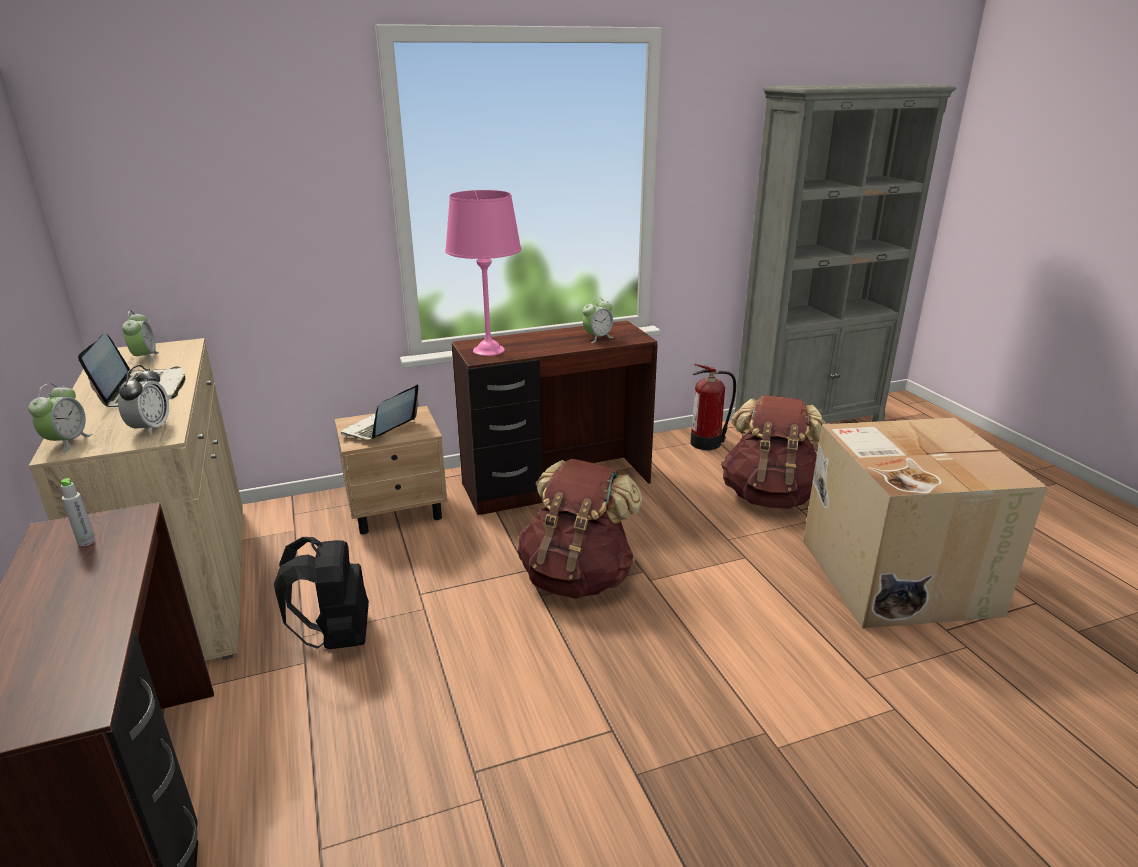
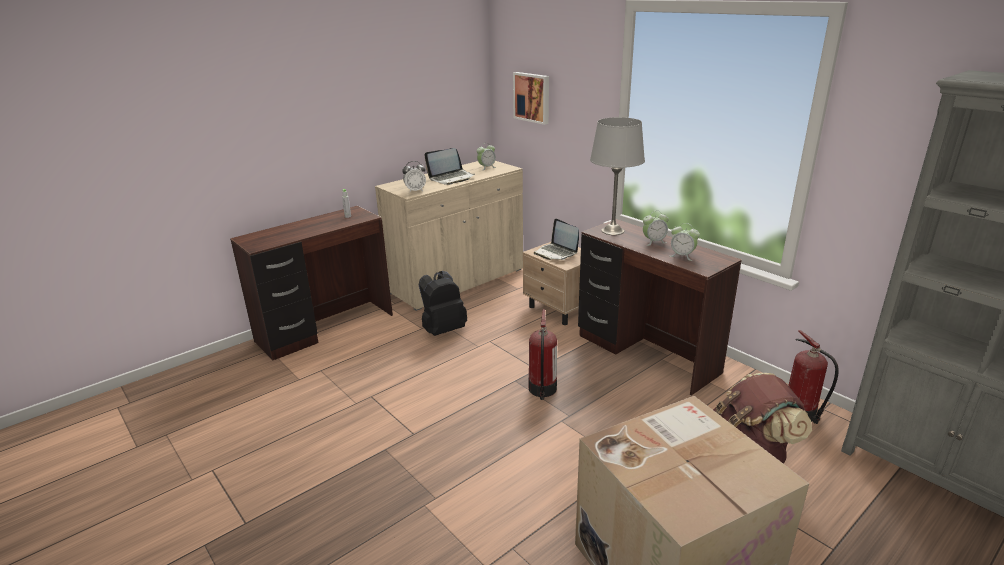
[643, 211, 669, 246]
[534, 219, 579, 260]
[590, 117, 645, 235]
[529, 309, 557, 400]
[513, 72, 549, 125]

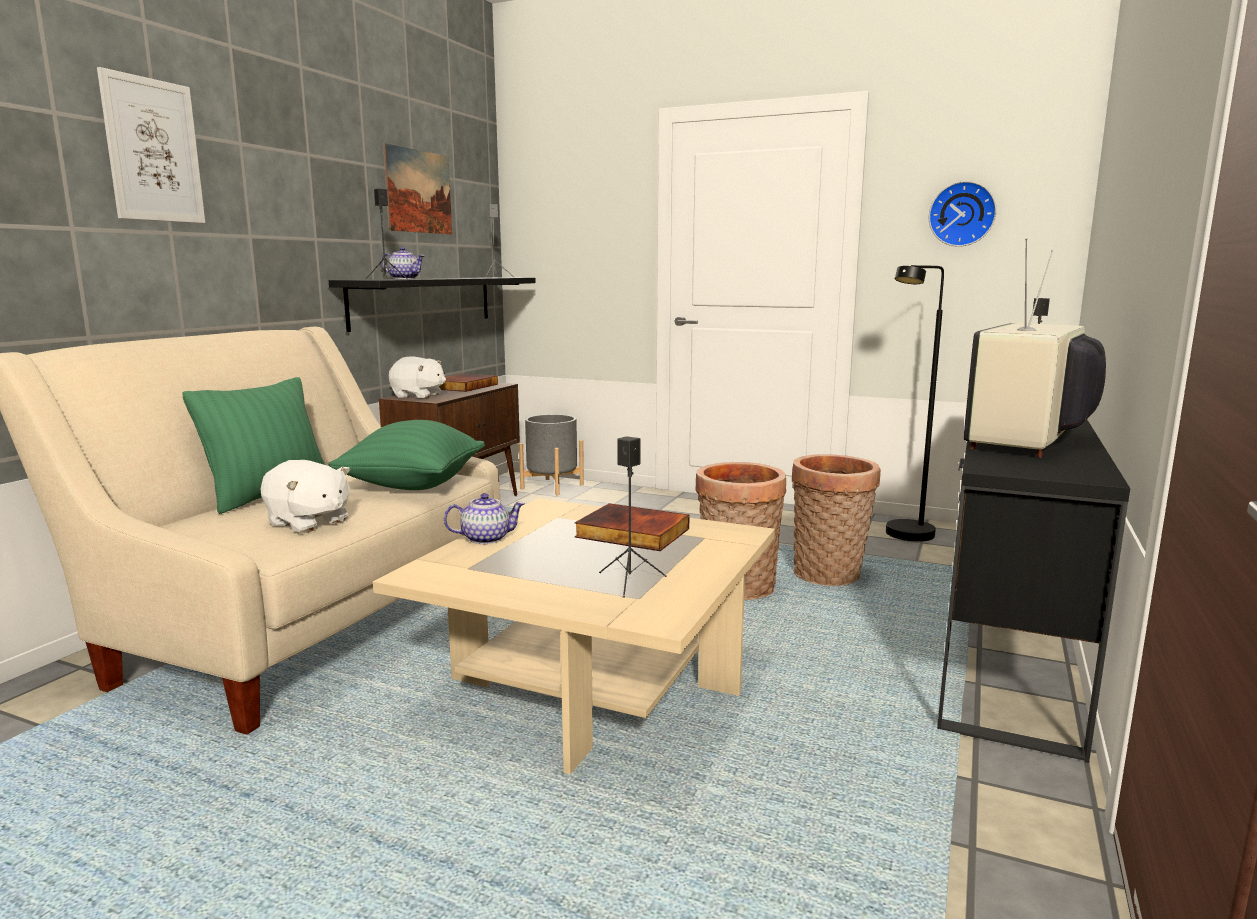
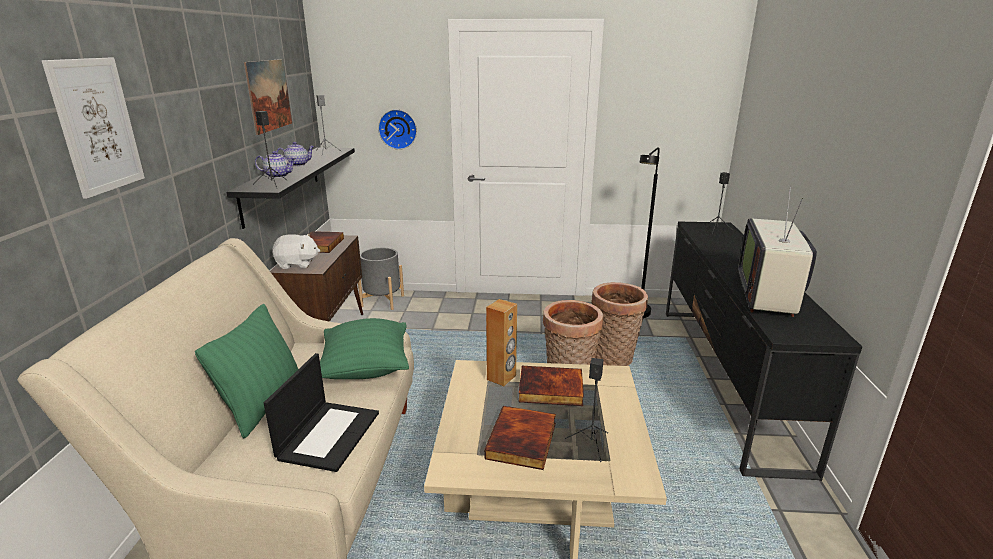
[264, 353, 379, 472]
[276, 142, 315, 166]
[378, 109, 417, 150]
[484, 406, 556, 470]
[486, 299, 517, 386]

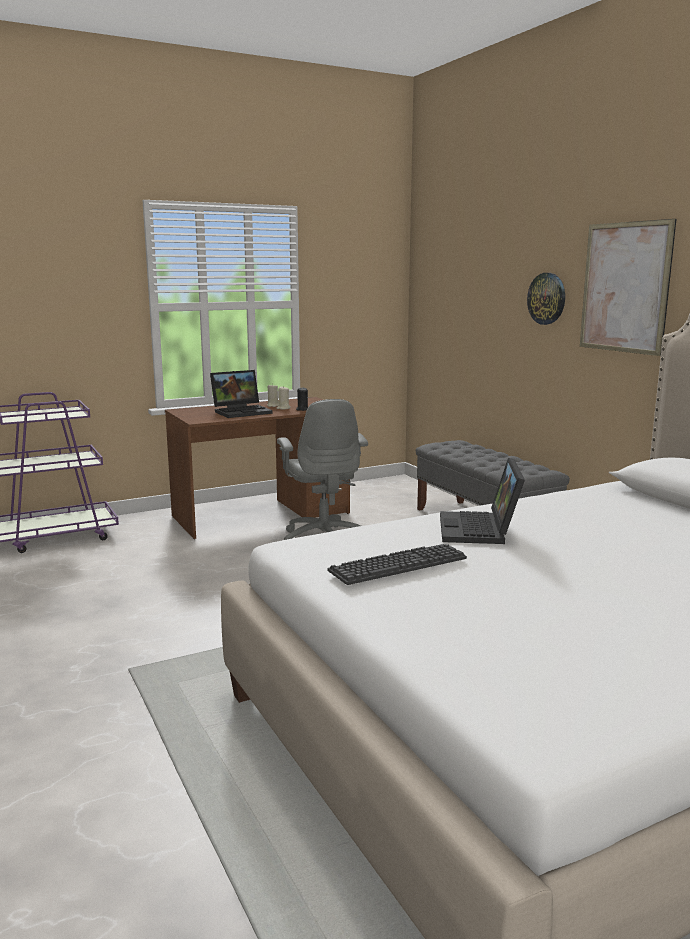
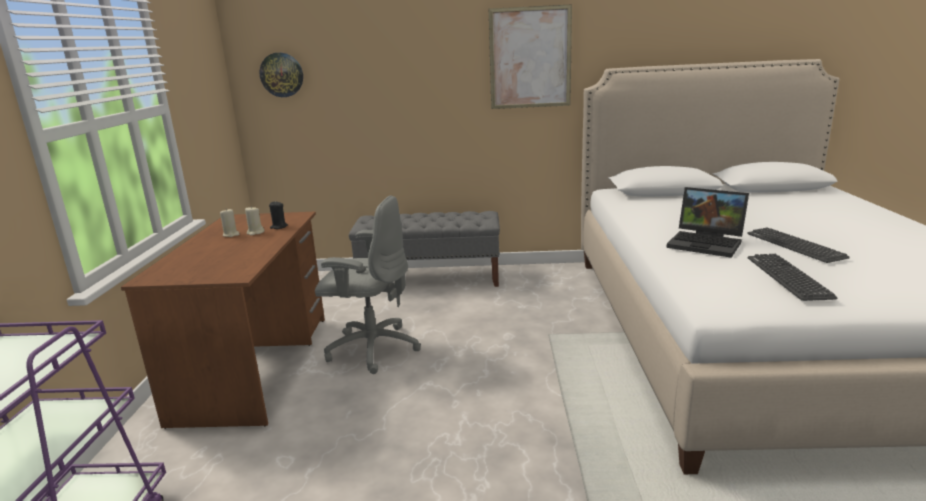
[210, 370, 273, 418] (first image)
[259, 53, 303, 97]
[747, 228, 850, 263]

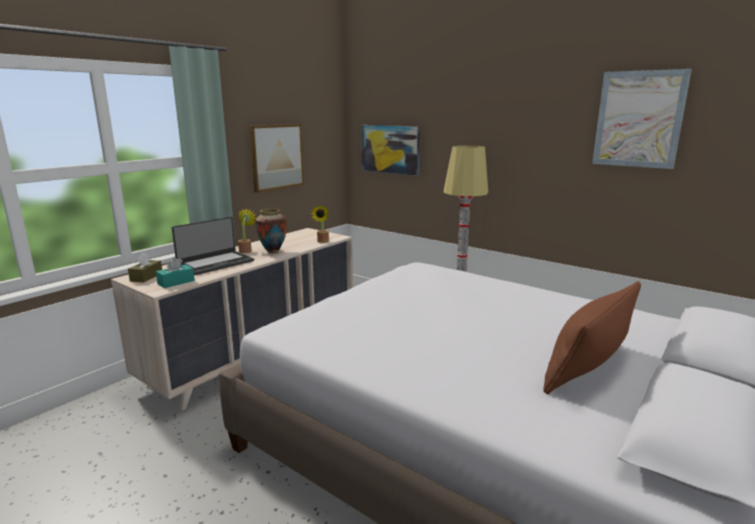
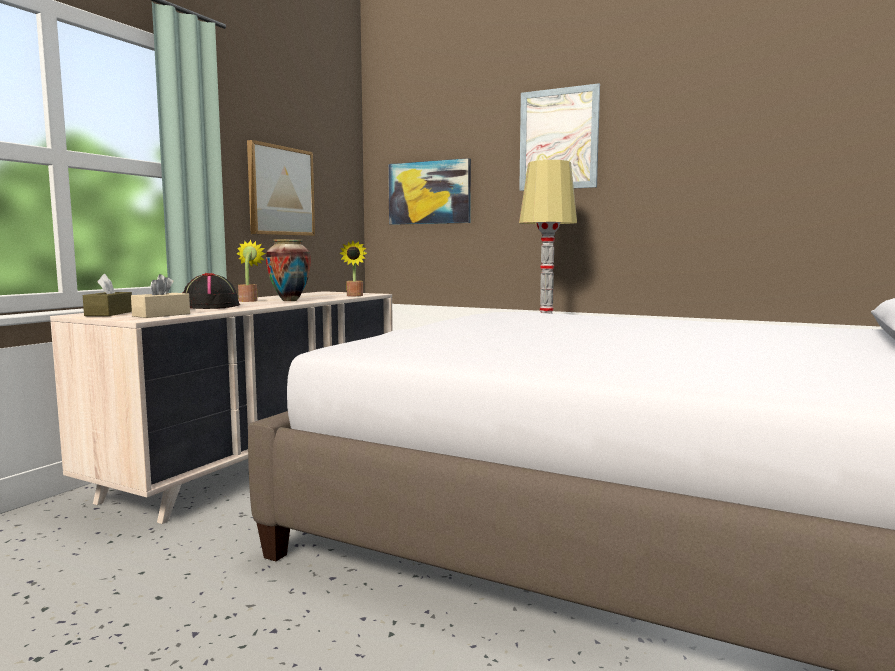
[131, 274, 190, 318]
[182, 273, 240, 309]
[543, 281, 641, 394] (first image)
[519, 83, 600, 191]

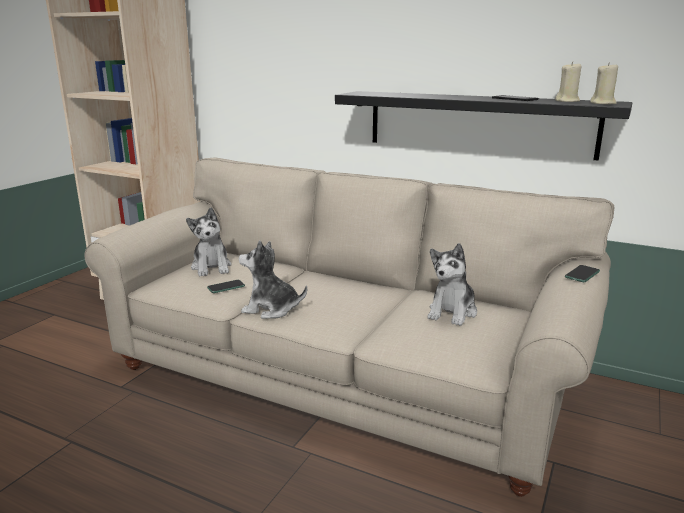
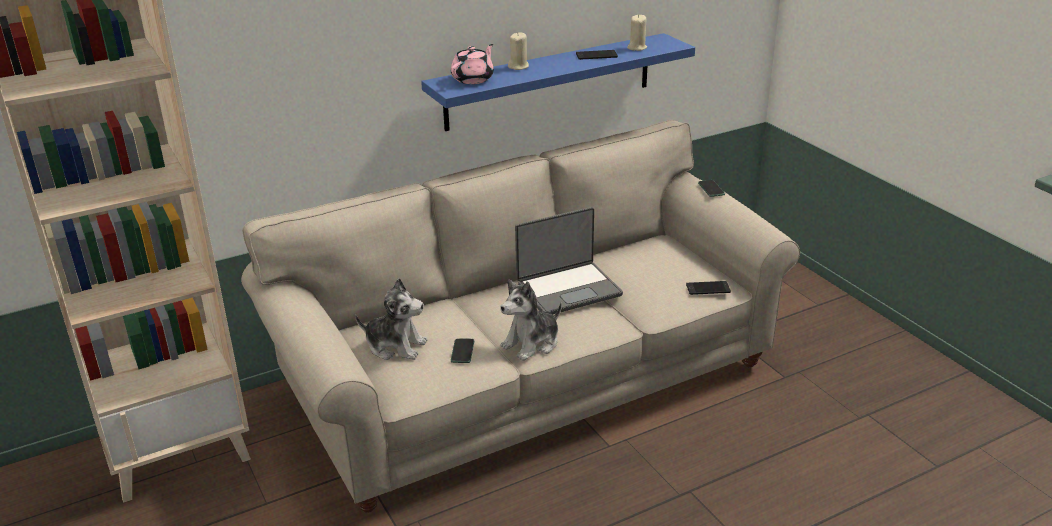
[421, 33, 695, 131]
[427, 243, 477, 326] (first image)
[508, 32, 529, 70]
[451, 44, 494, 84]
[515, 207, 623, 315]
[686, 281, 731, 295]

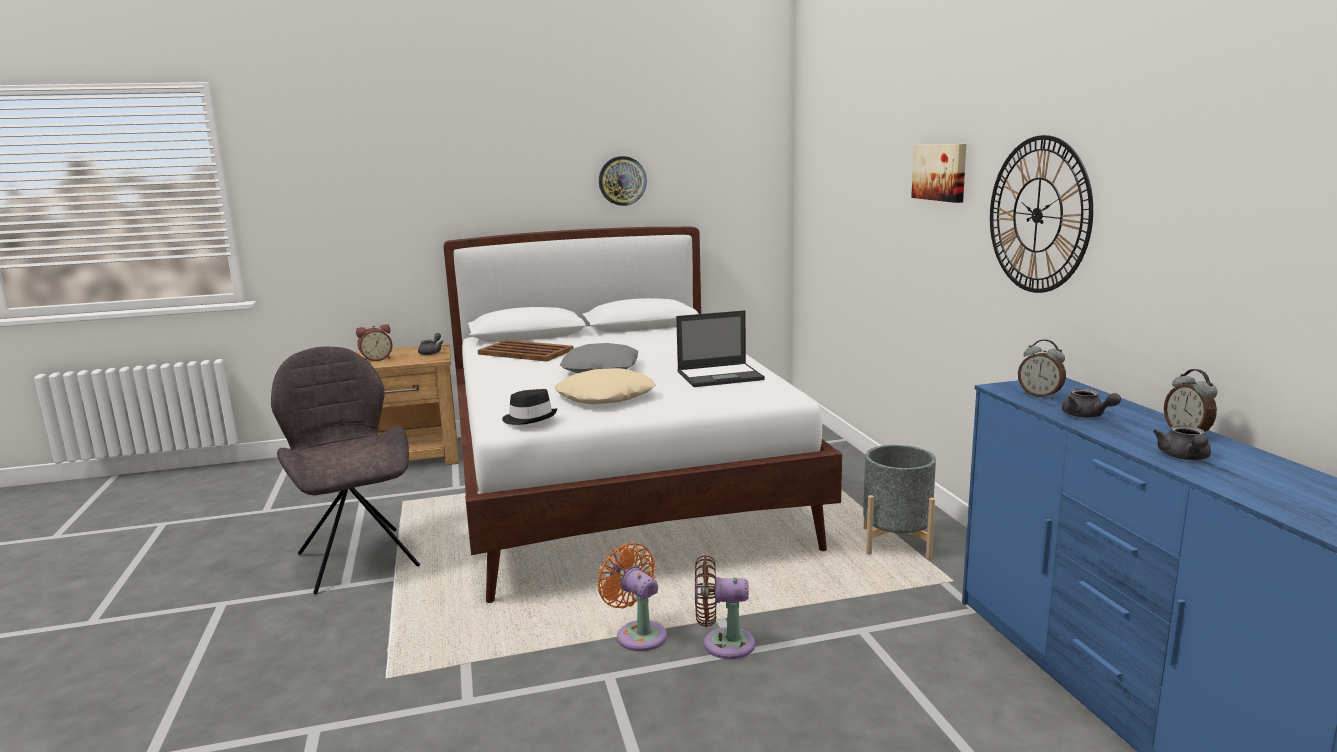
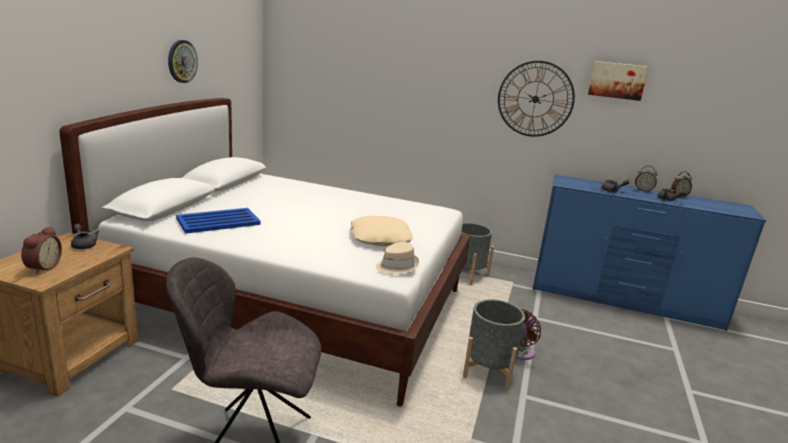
[176, 208, 261, 234]
[376, 242, 419, 274]
[560, 343, 638, 373] (first image)
[463, 299, 525, 390]
[676, 310, 765, 387] (first image)
[588, 61, 649, 101]
[671, 171, 692, 198]

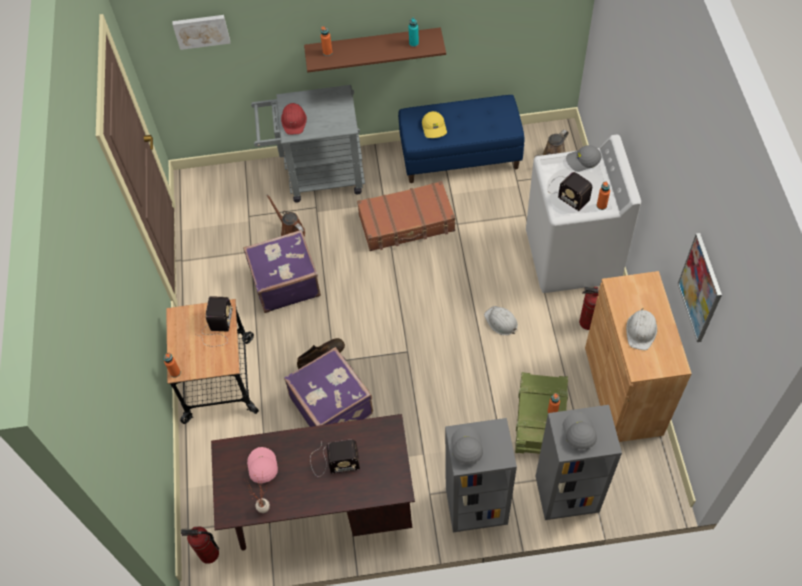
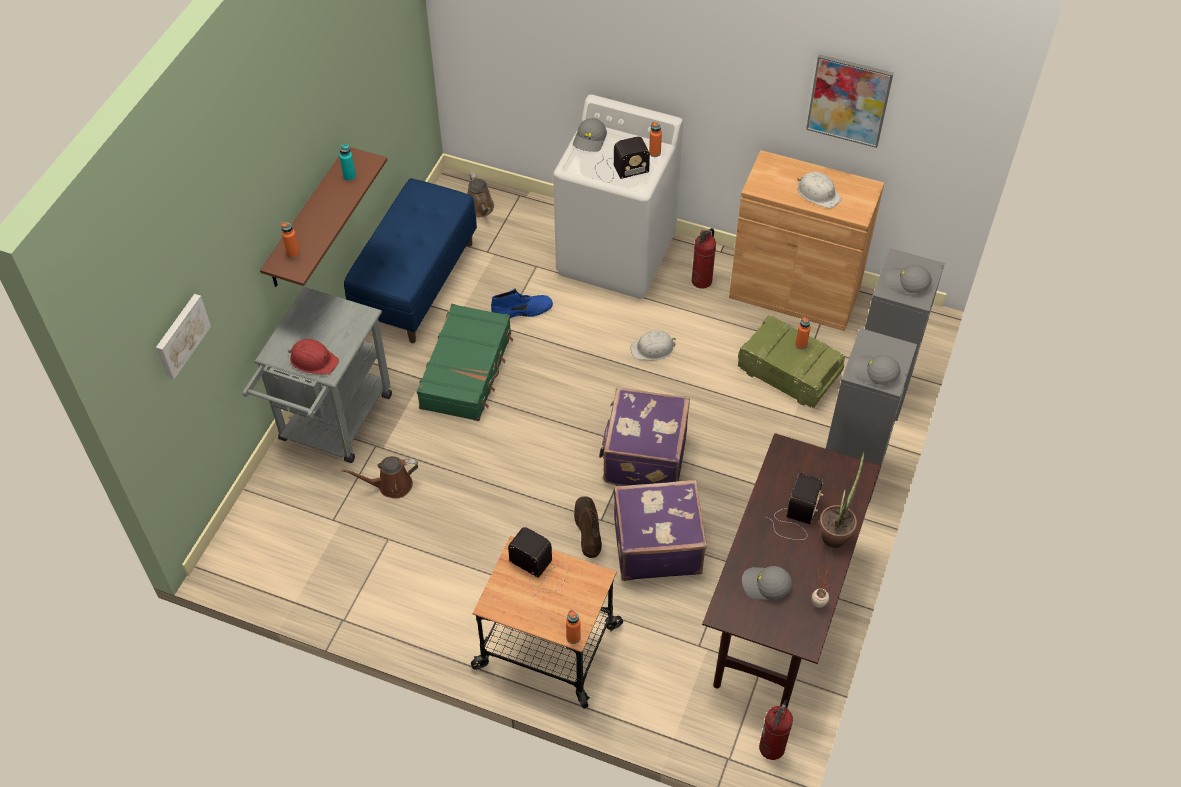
[599, 387, 690, 486]
[742, 566, 792, 600]
[417, 304, 513, 421]
[422, 111, 447, 138] (first image)
[491, 288, 553, 318]
[819, 452, 864, 548]

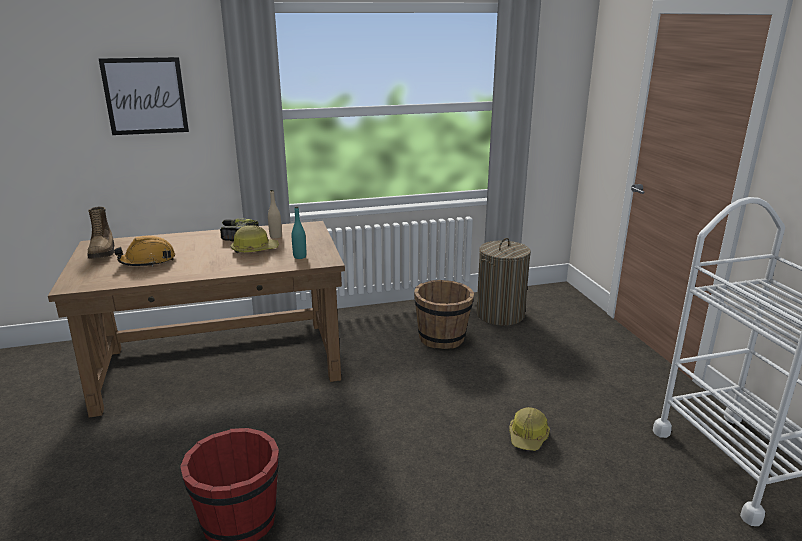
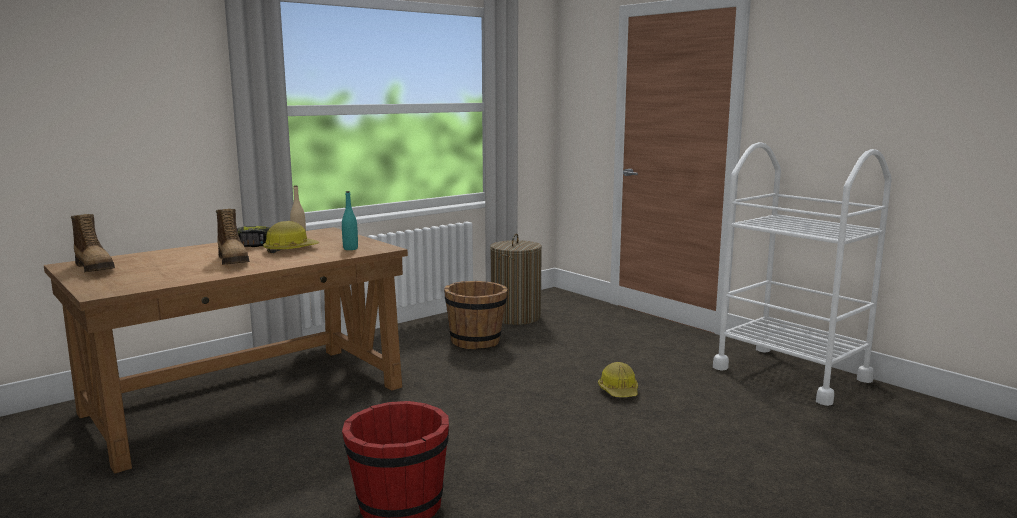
[98, 57, 189, 135] (first image)
[114, 236, 175, 267] (first image)
[216, 209, 250, 265]

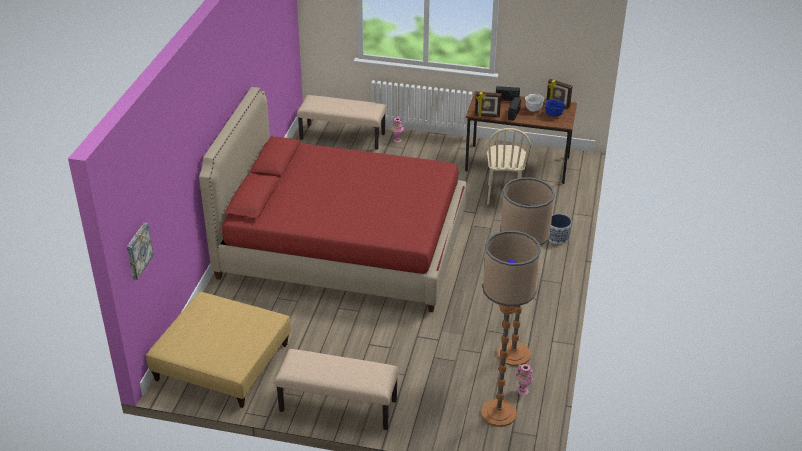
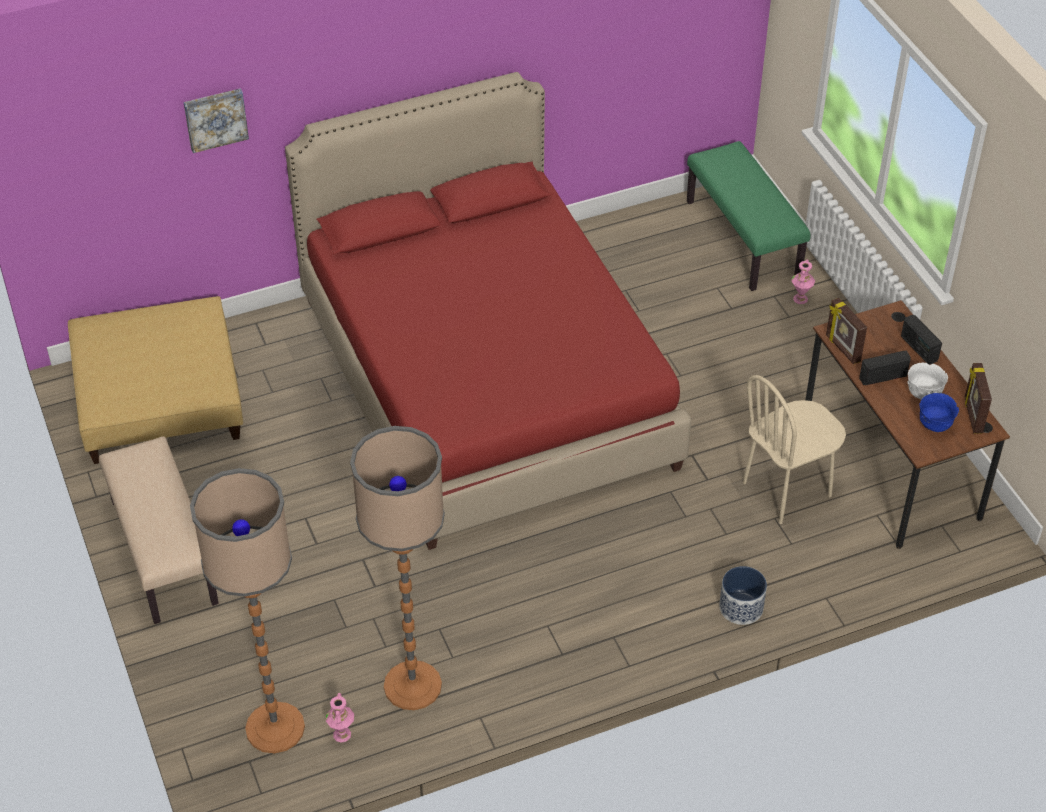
[184, 88, 249, 153]
[687, 141, 811, 291]

